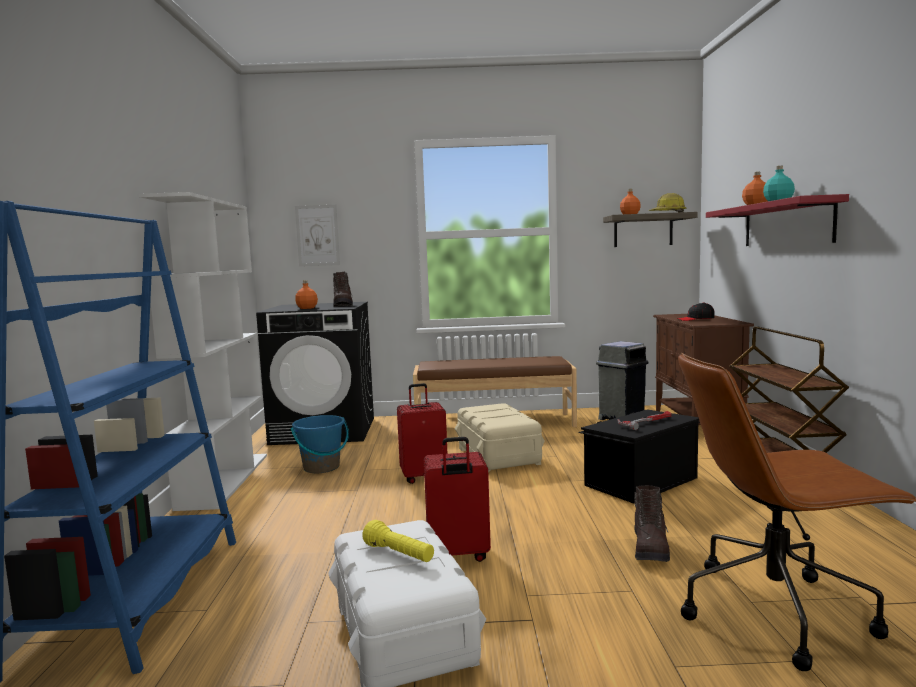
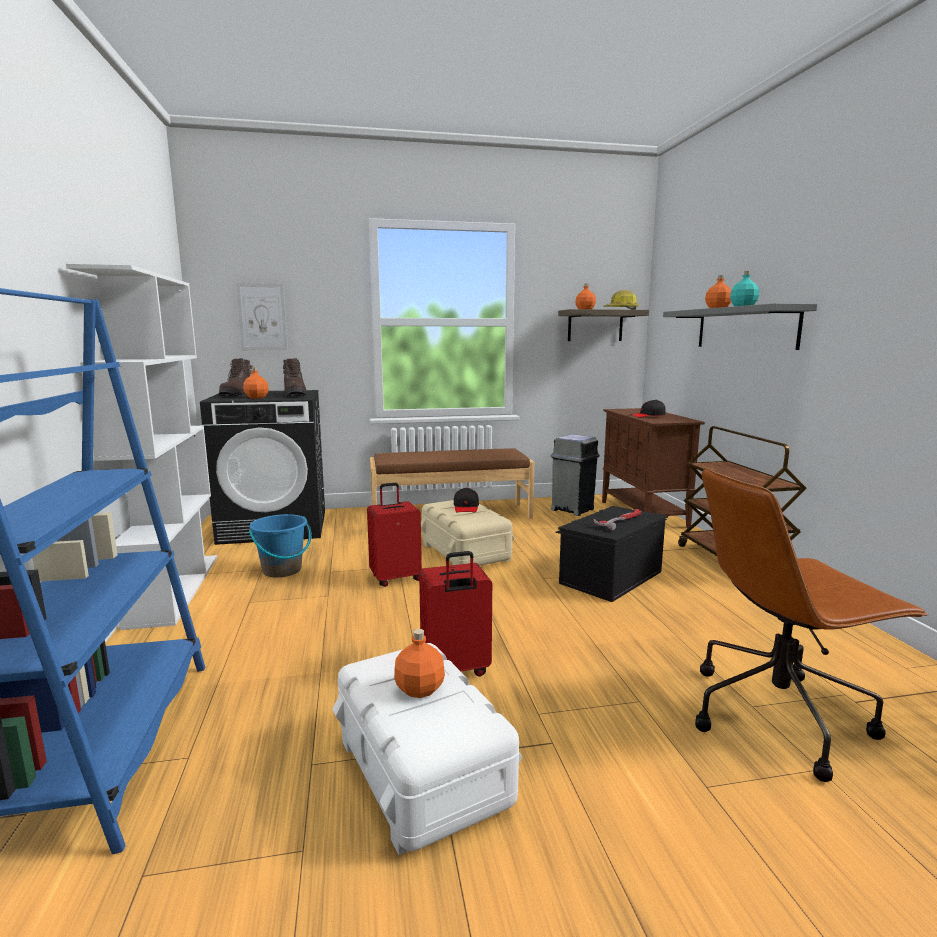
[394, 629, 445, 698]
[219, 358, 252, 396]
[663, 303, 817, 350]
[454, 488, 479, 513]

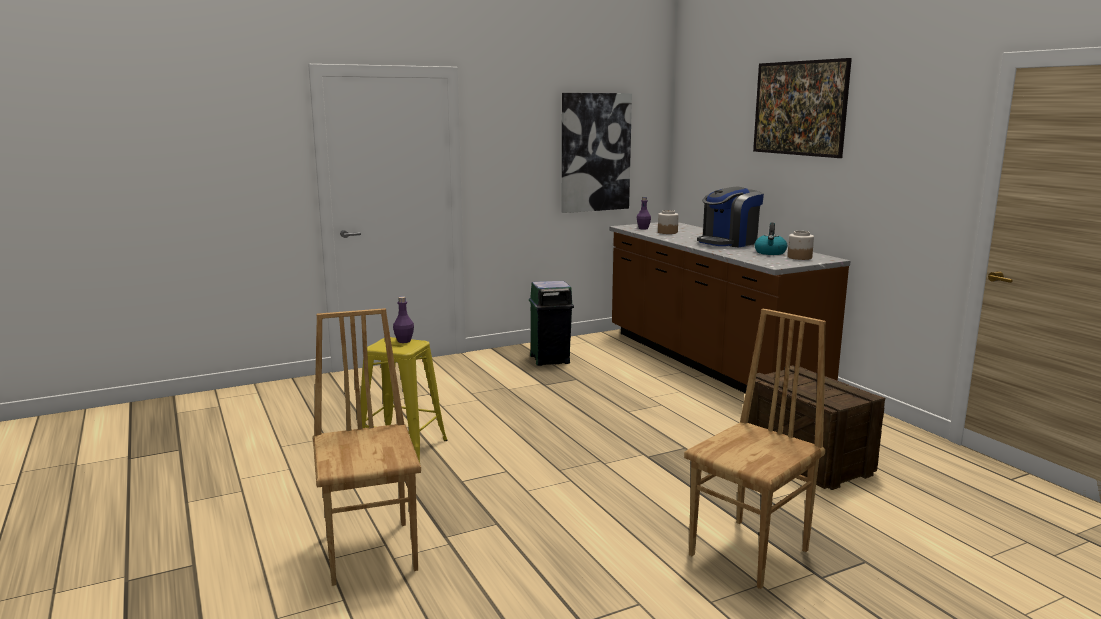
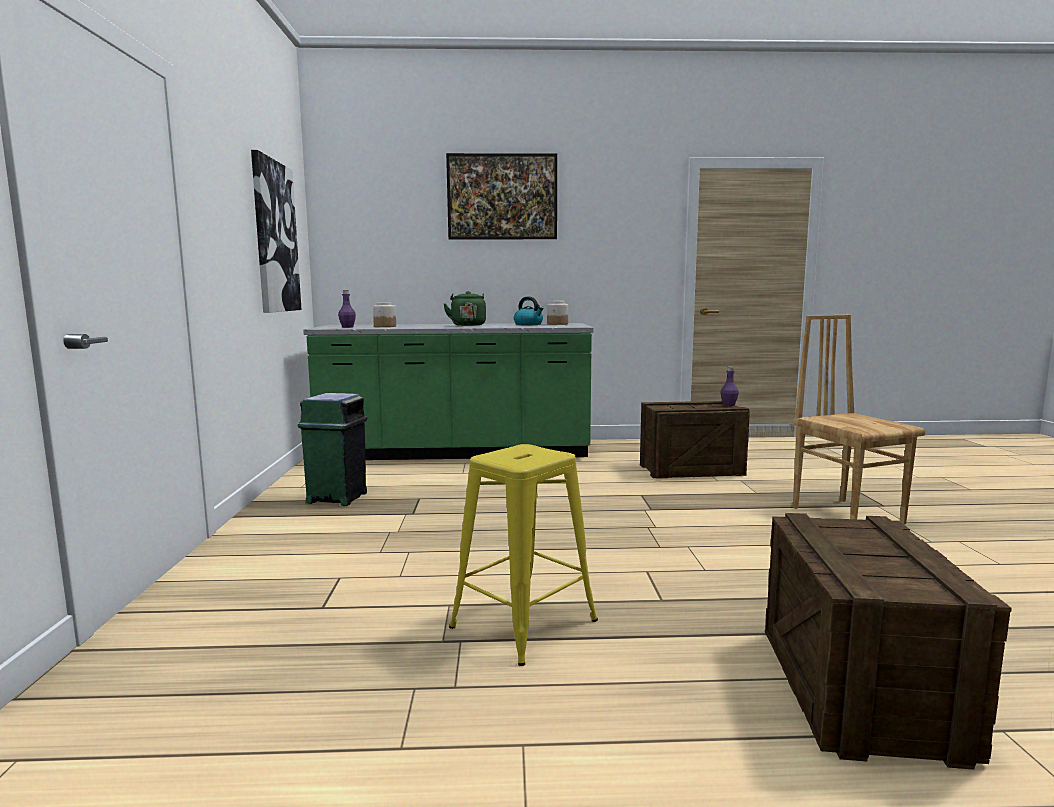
[765, 513, 1012, 770]
[721, 367, 739, 406]
[303, 323, 593, 460]
[443, 291, 486, 326]

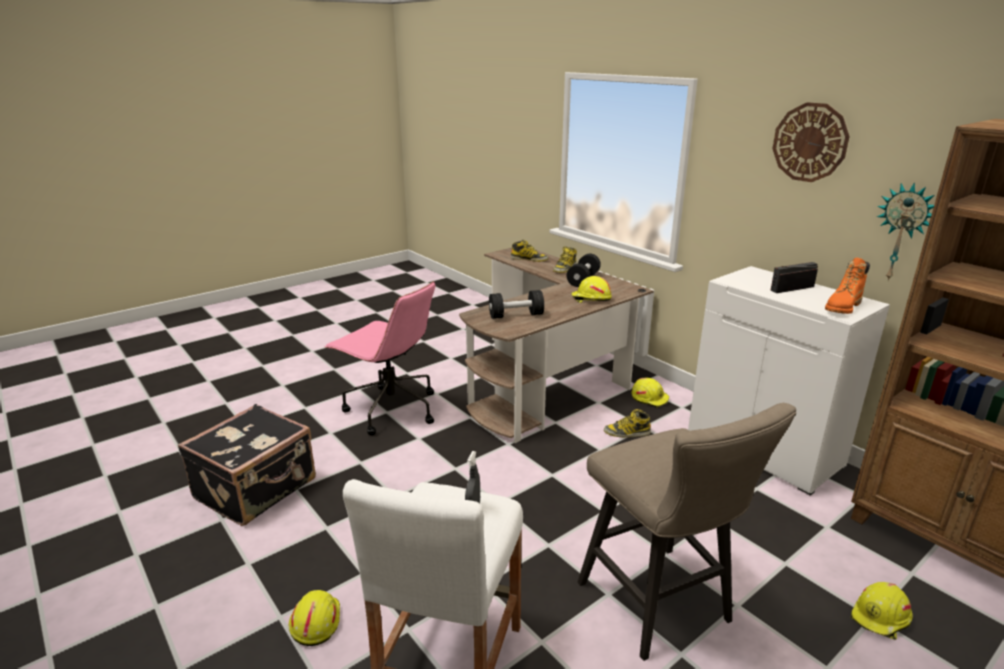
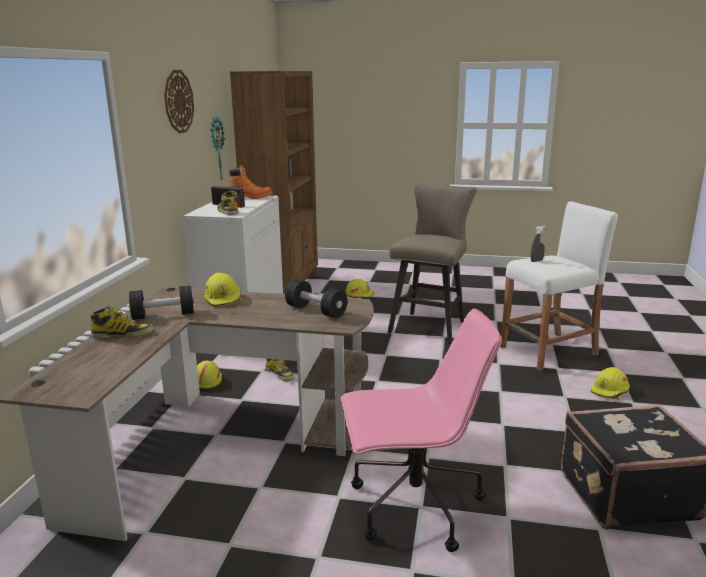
[341, 308, 502, 552]
[217, 191, 239, 215]

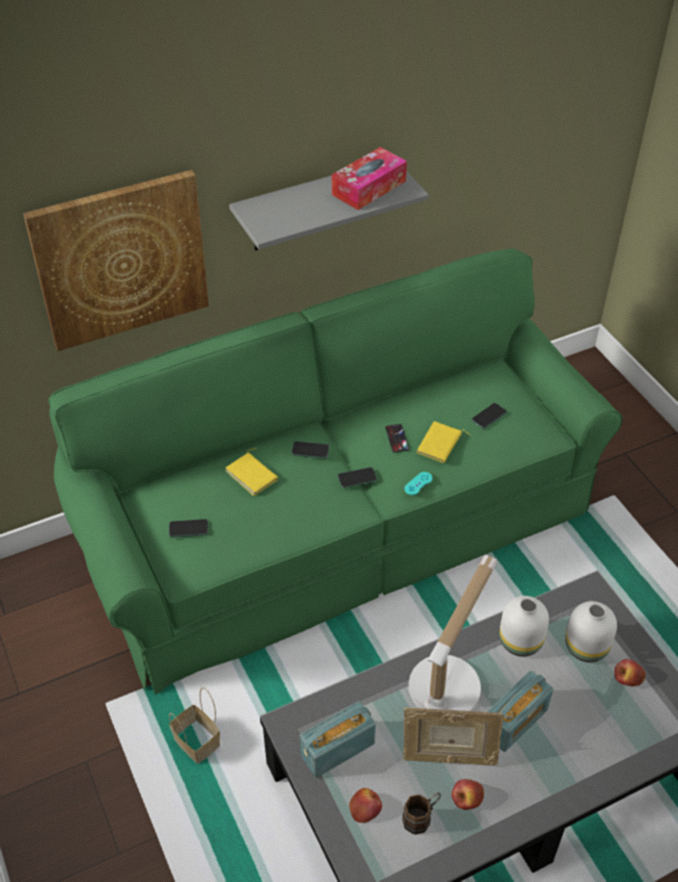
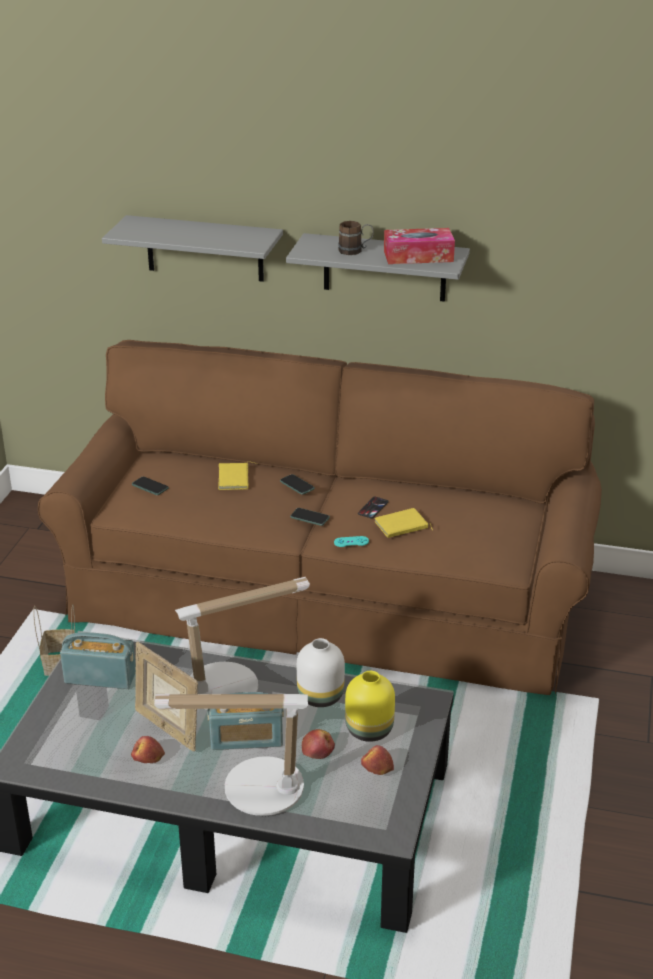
[102, 215, 283, 282]
[38, 340, 602, 695]
[302, 729, 335, 759]
[338, 221, 374, 255]
[471, 403, 507, 429] (first image)
[345, 671, 395, 742]
[154, 694, 308, 816]

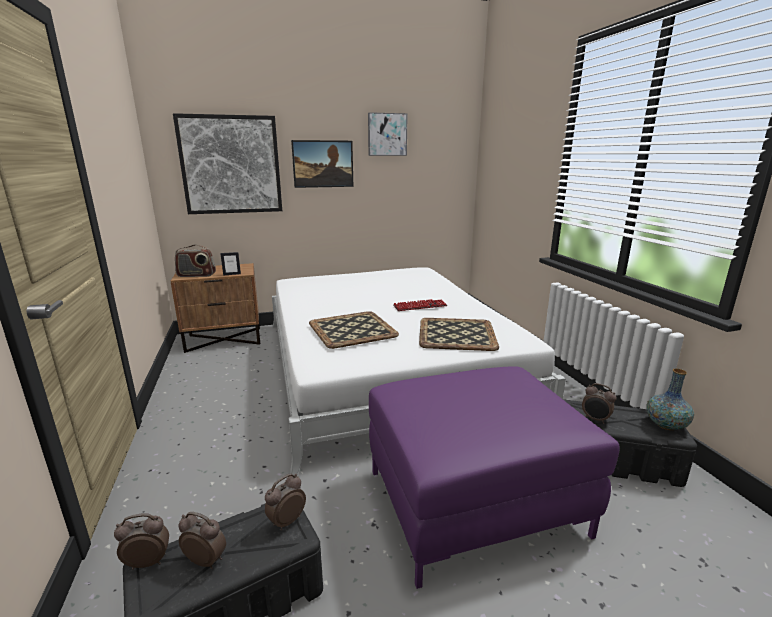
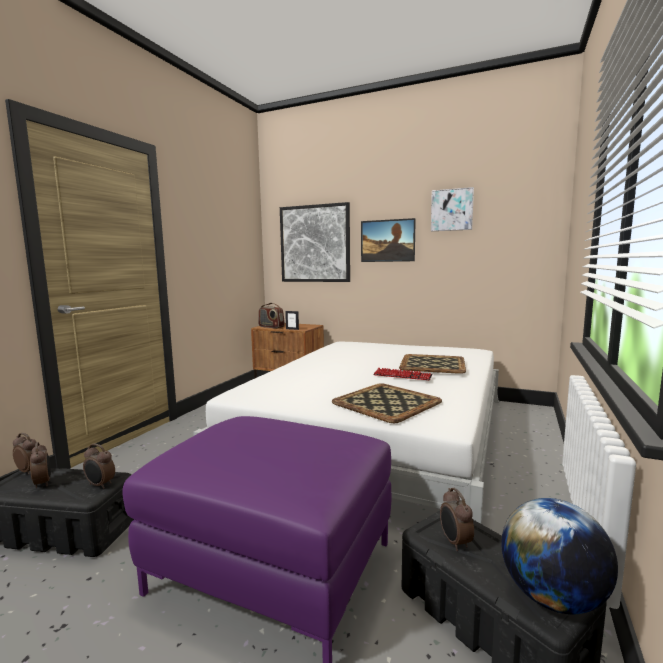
[83, 444, 115, 489]
[399, 354, 466, 374]
[501, 498, 618, 614]

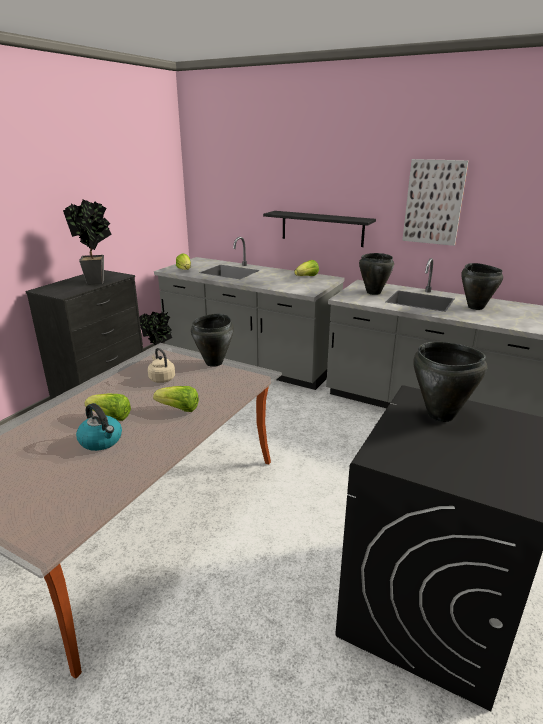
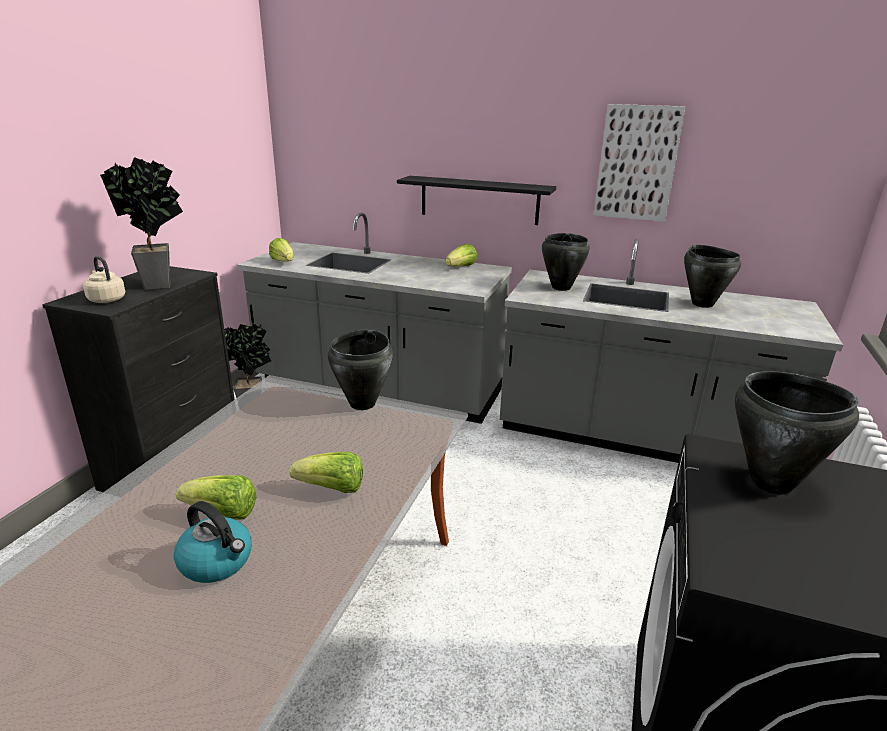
[83, 256, 125, 303]

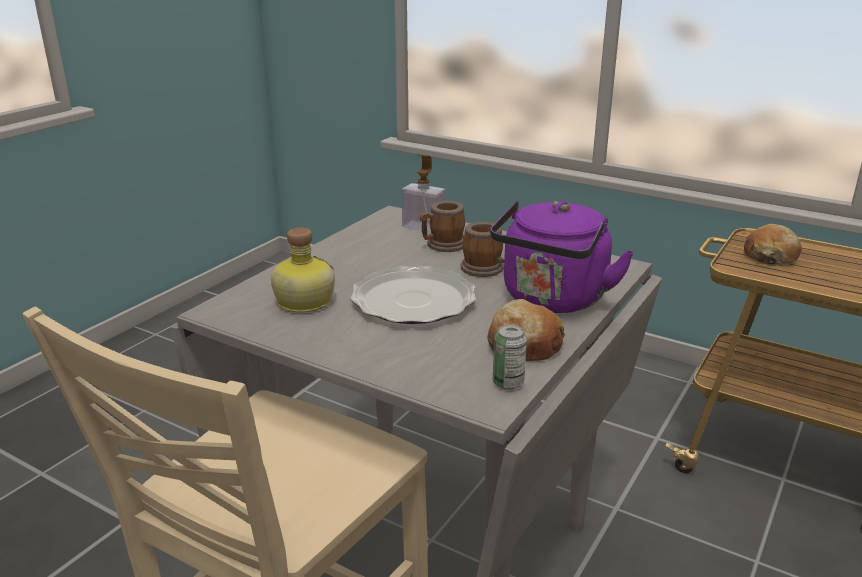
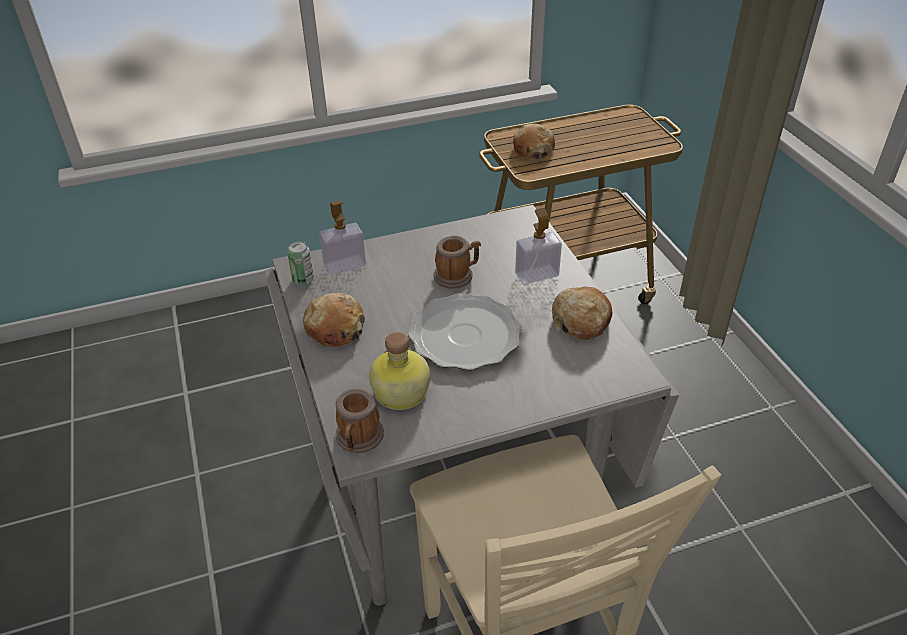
[336, 388, 384, 453]
[515, 208, 562, 284]
[287, 242, 314, 285]
[303, 293, 365, 347]

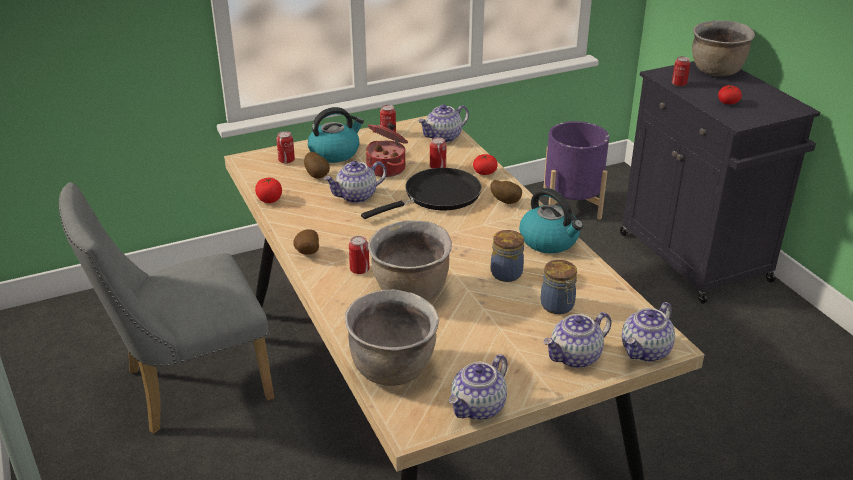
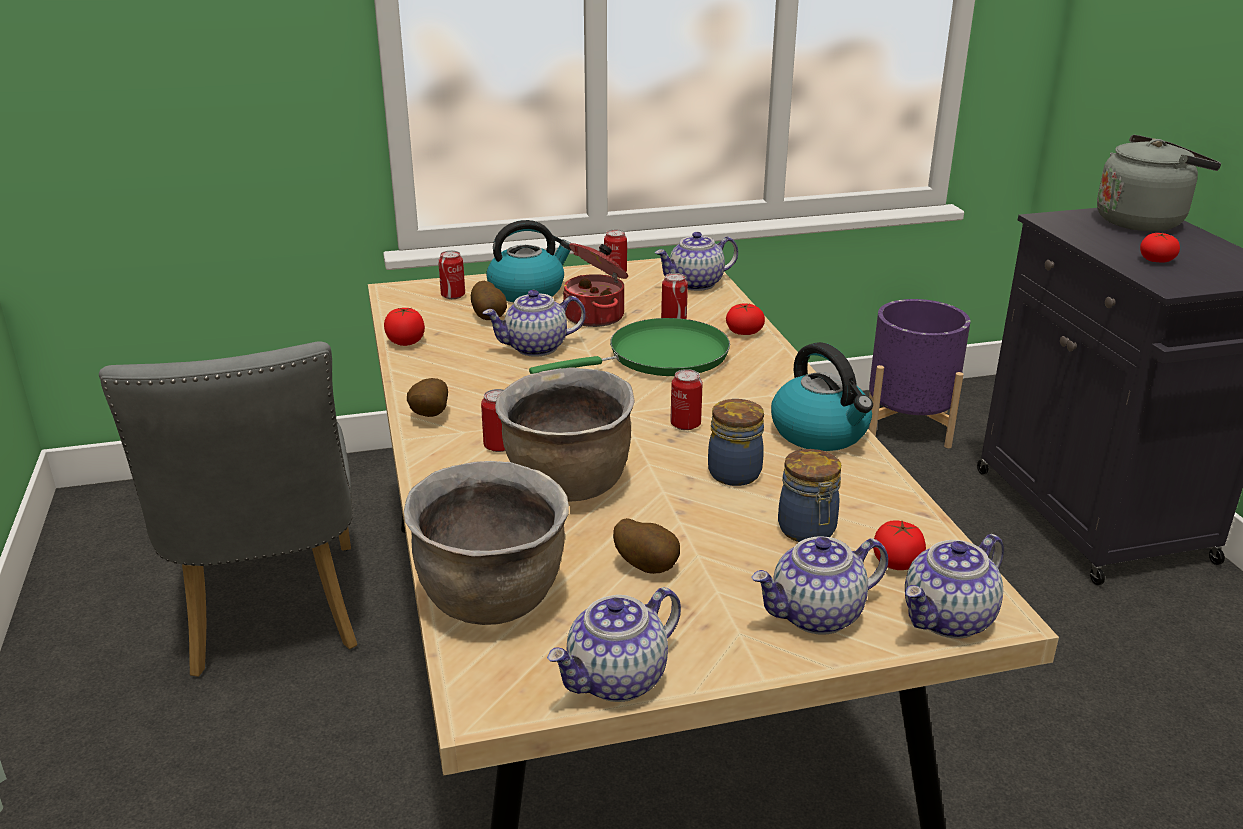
[99, 341, 357, 677]
[529, 318, 730, 376]
[613, 518, 680, 574]
[670, 369, 703, 430]
[1097, 135, 1221, 231]
[873, 520, 926, 570]

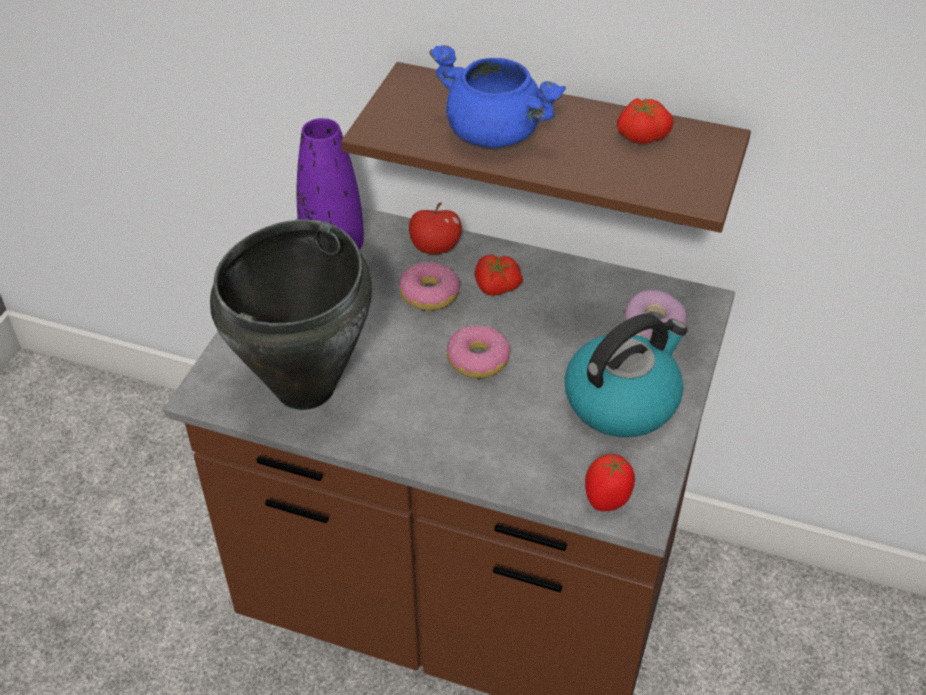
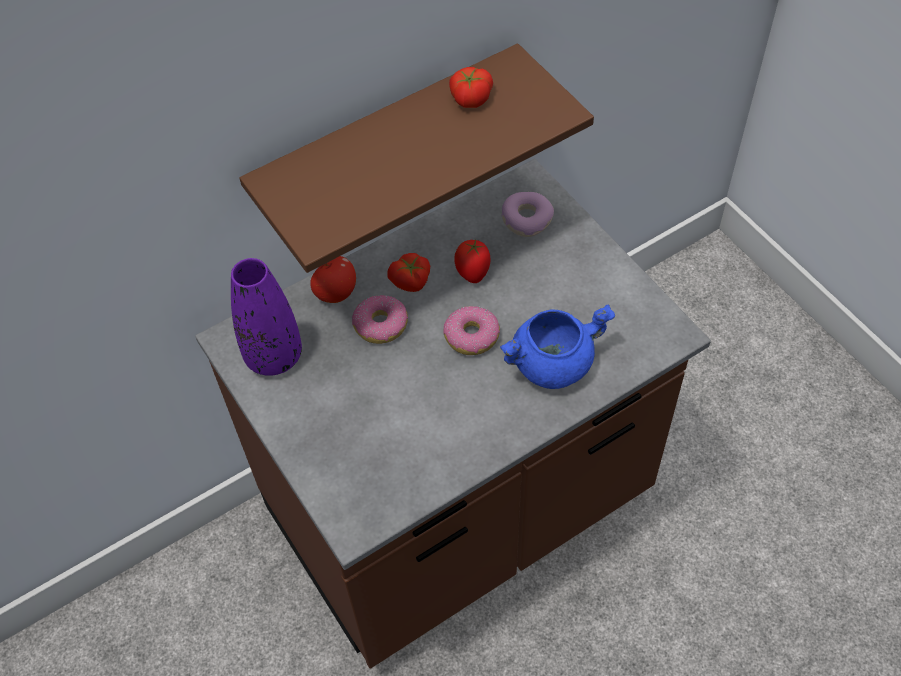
[210, 219, 372, 410] (first image)
[500, 305, 615, 389]
[565, 314, 688, 437] (first image)
[454, 240, 491, 283]

